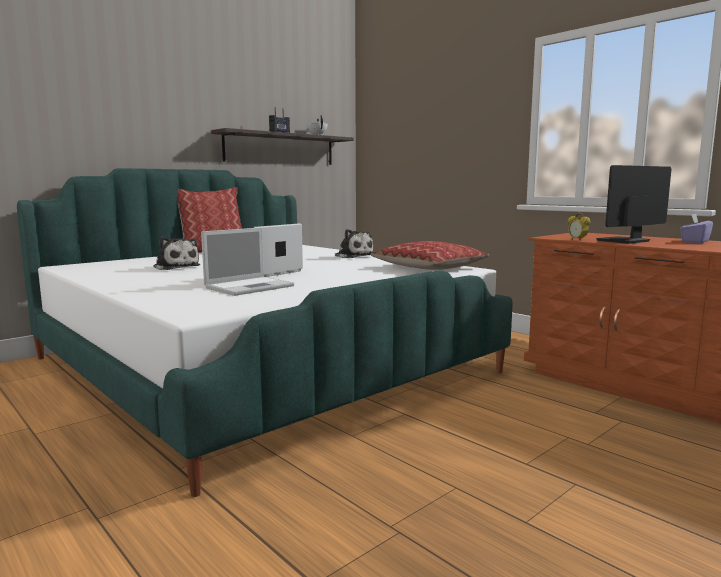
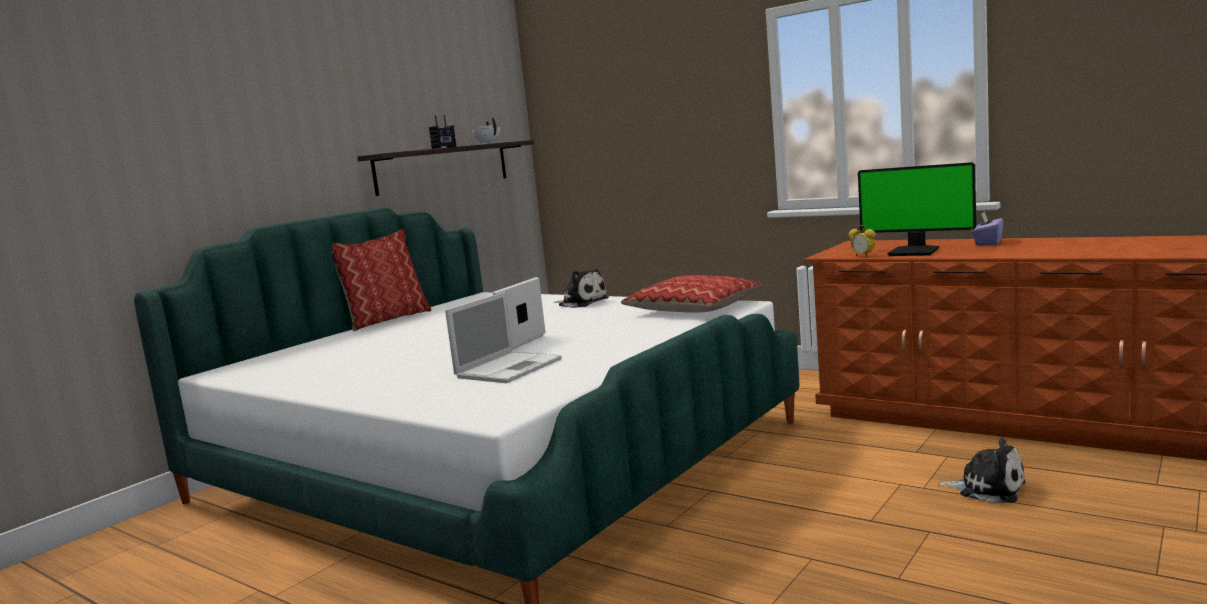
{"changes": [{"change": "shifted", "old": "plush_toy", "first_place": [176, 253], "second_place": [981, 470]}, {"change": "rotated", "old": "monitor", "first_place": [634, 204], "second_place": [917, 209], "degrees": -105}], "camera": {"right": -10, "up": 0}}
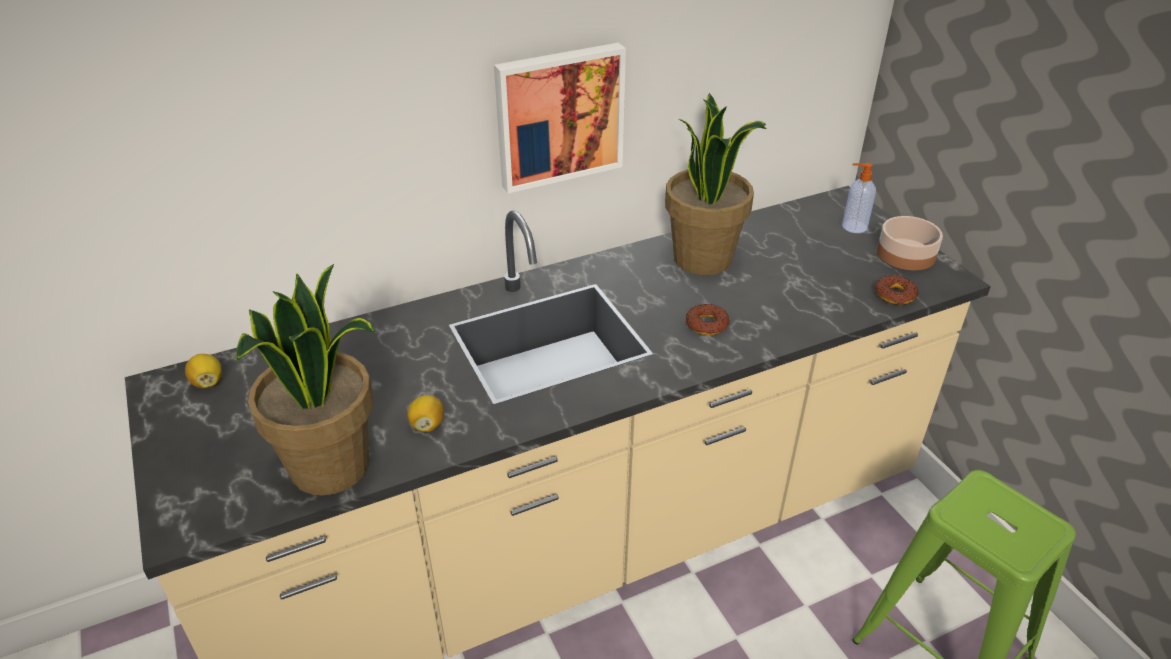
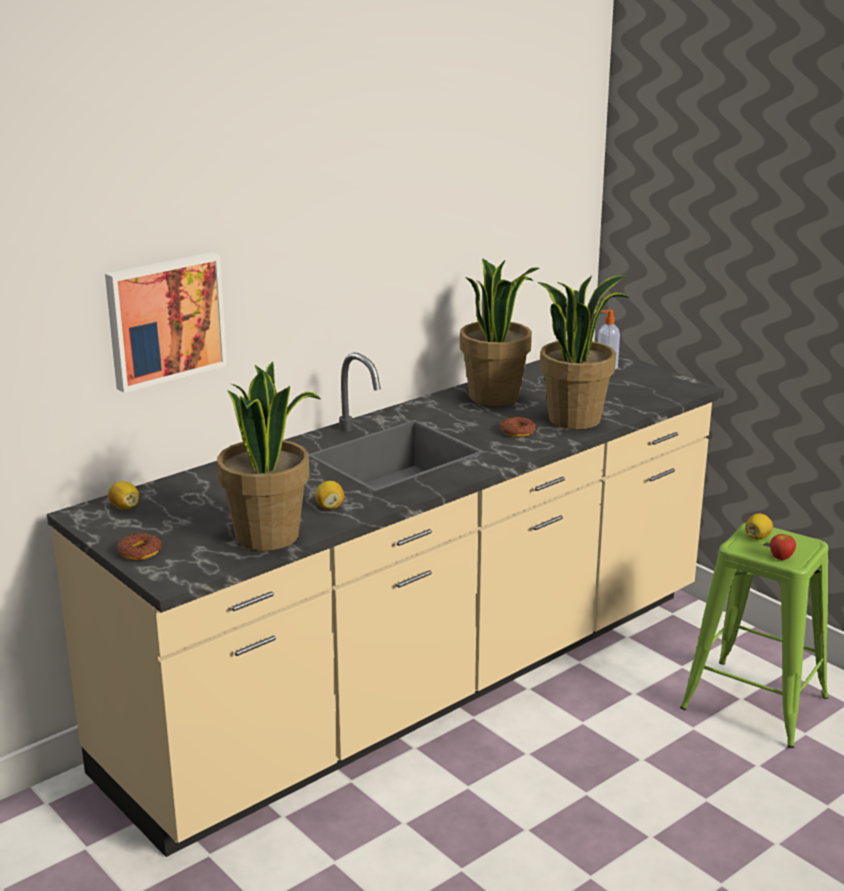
{"changes": [{"change": "gone", "old": "bowl", "first_place": [910, 243]}, {"change": "new", "new": "potted_plant", "second_place": [584, 352]}, {"change": "new", "new": "lemon", "second_place": [759, 526]}, {"change": "new", "new": "apple", "second_place": [783, 547]}, {"change": "shifted", "old": "picture", "first_place": [560, 118], "second_place": [166, 322]}, {"change": "shifted", "old": "donut", "first_place": [897, 290], "second_place": [139, 546]}], "camera": {"right": -15, "up": -15}}
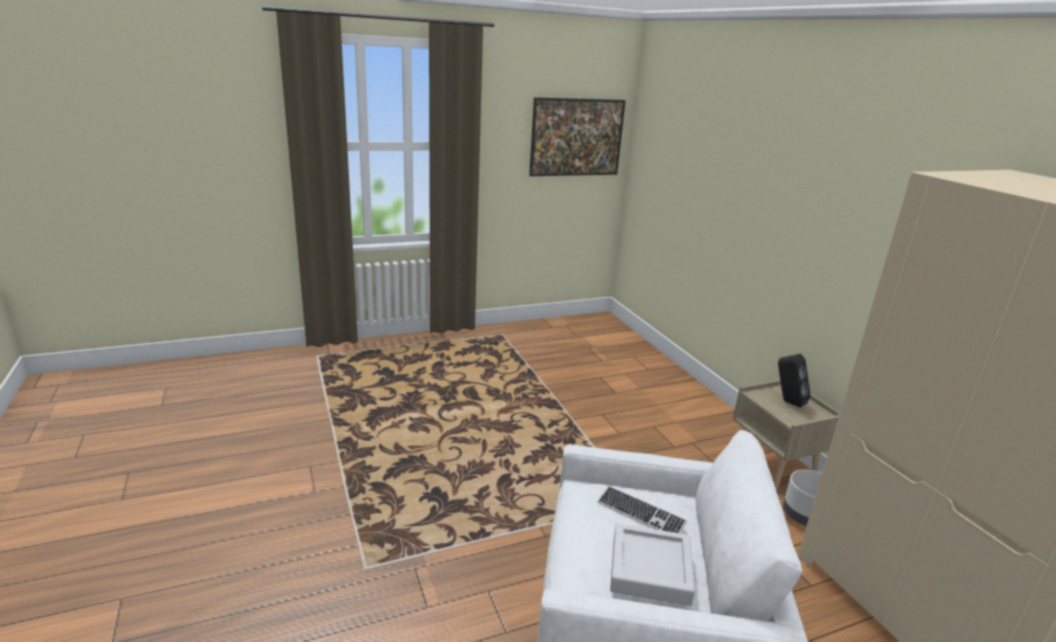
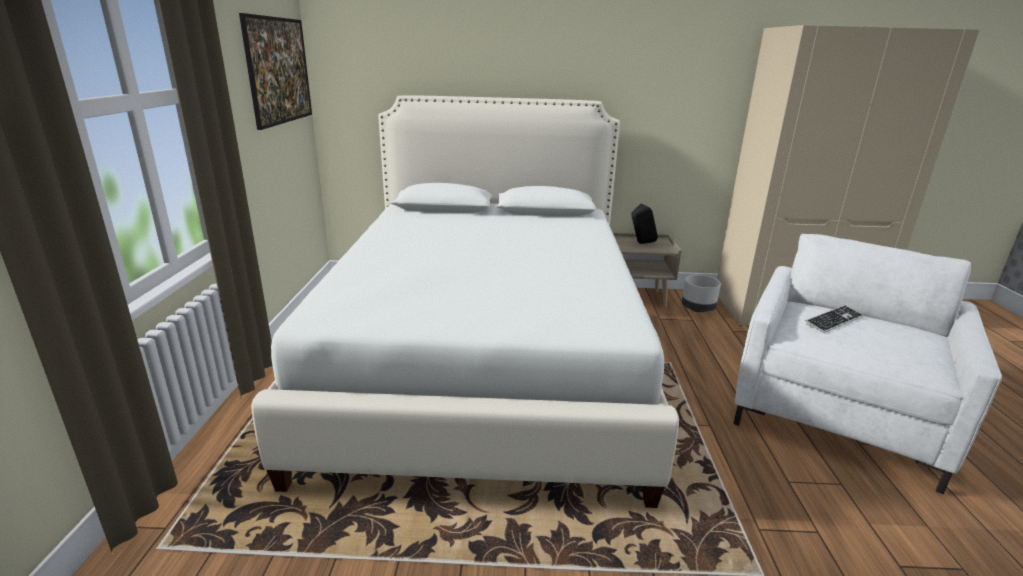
{"changes": [{"change": "gone", "old": "grey_tray", "first_place": [652, 564]}, {"change": "new", "new": "white_bed", "second_place": [465, 301]}], "camera": {"right": -65, "up": 0}}
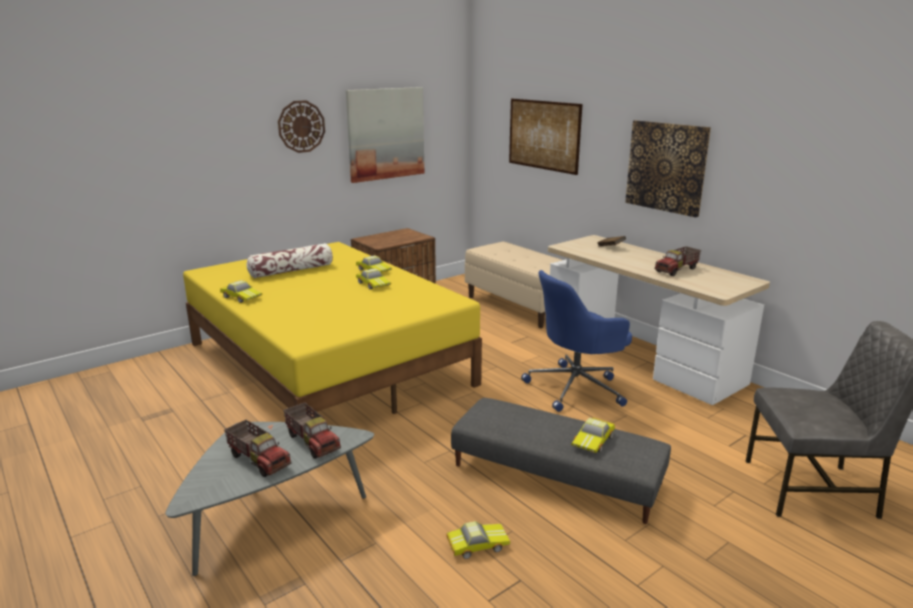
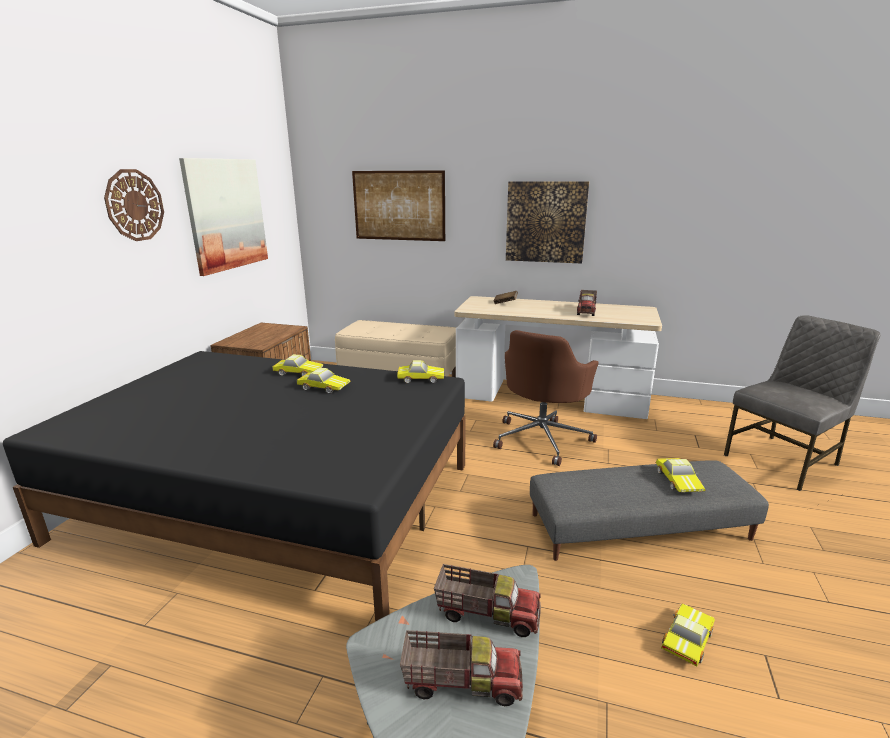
{"changes": [{"change": "gone", "old": "pillow", "first_place": [289, 260]}, {"change": "shifted", "old": "toy_car", "first_place": [241, 291], "second_place": [420, 371]}, {"change": "repainted", "old": "yellow_bed", "new": "black_bed", "first_place": [332, 328], "second_place": [234, 486]}, {"change": "repainted", "old": "blue_office_chair", "new": "brown_office_chair", "first_place": [576, 341], "second_place": [546, 398]}], "camera": {"right": -35, "up": 0}}
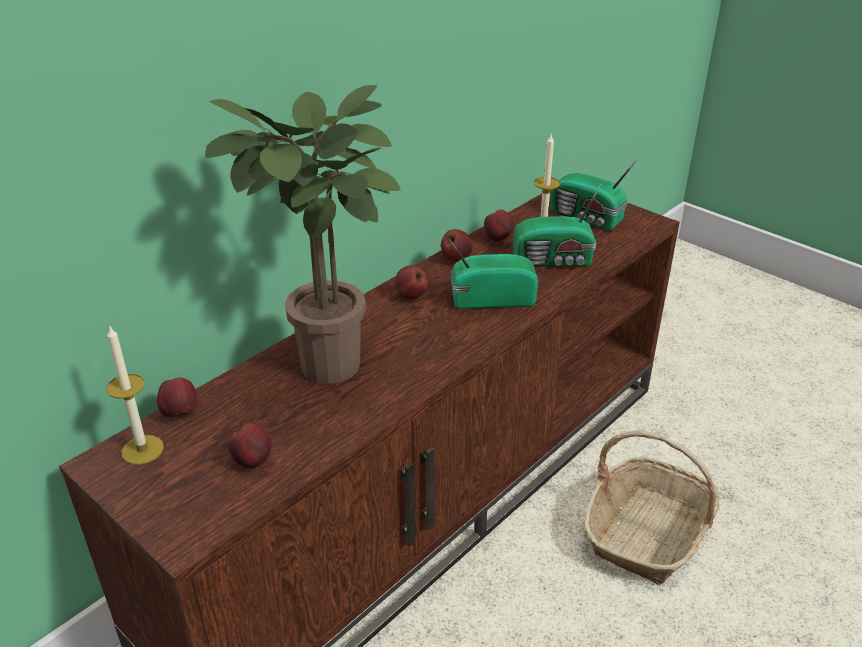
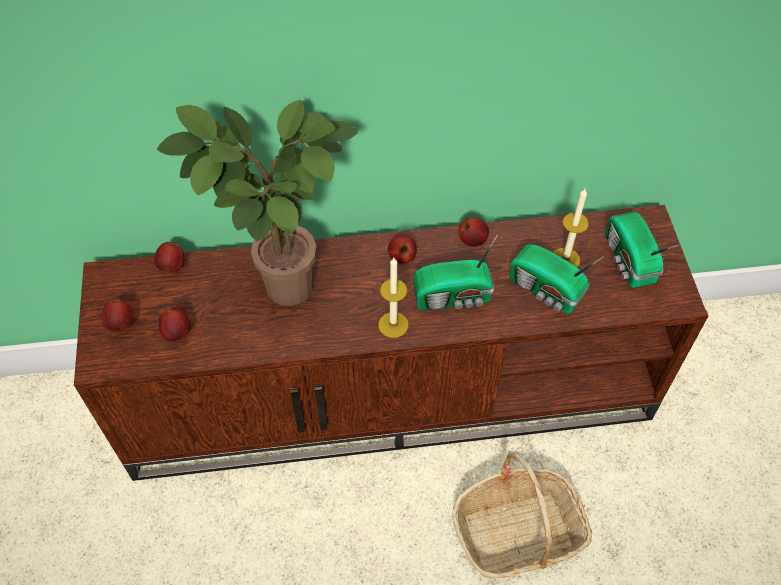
{"changes": [{"change": "shifted", "old": "candle", "first_place": [135, 395], "second_place": [393, 298]}, {"change": "shifted", "old": "apple", "first_place": [499, 225], "second_place": [118, 315]}, {"change": "rotated", "old": "radio", "first_place": [493, 274], "second_place": [456, 272], "degrees": 135}], "camera": {"right": 40, "up": 20}}
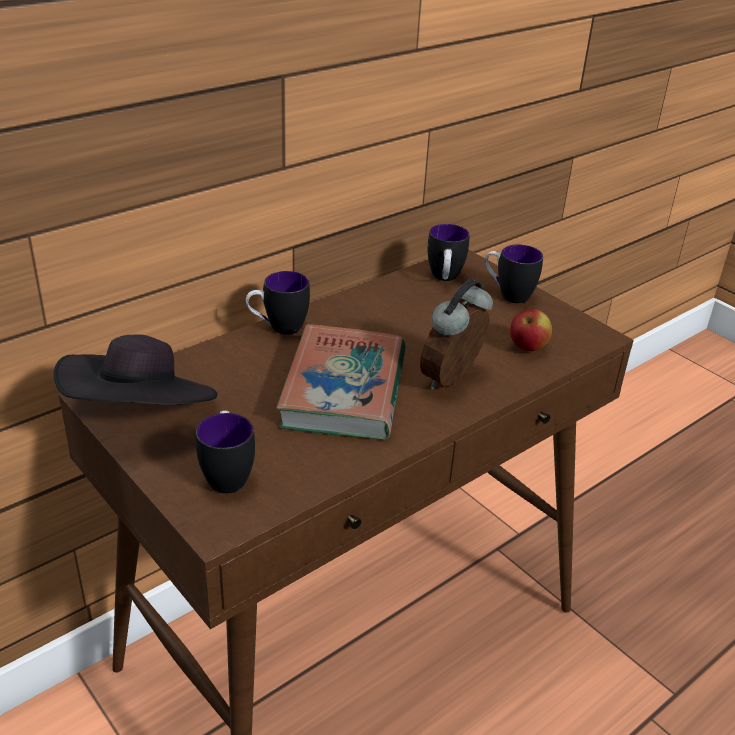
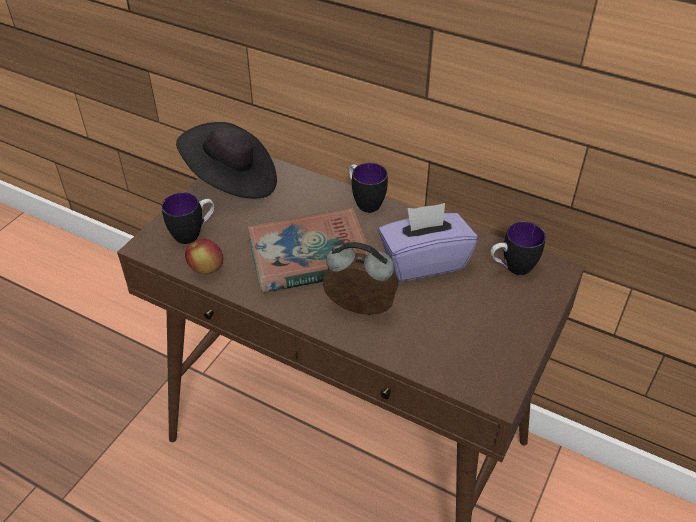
{"changes": [{"change": "gone", "old": "mug", "first_place": [514, 274]}, {"change": "new", "new": "purple_tissue_box", "second_place": [428, 242]}, {"change": "shifted", "old": "apple", "first_place": [531, 330], "second_place": [204, 256]}], "camera": {"right": 70, "up": 10}}
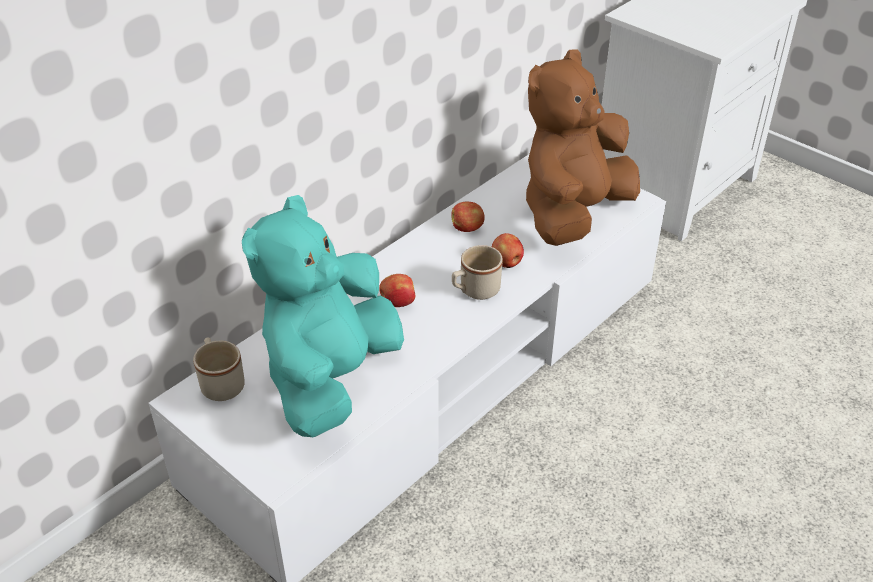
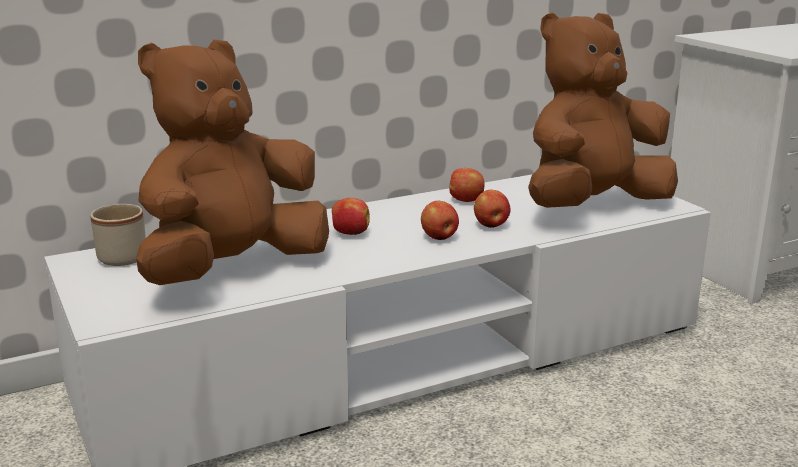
{"changes": [{"change": "swapped", "old": "beige_mug", "new": "apple", "first_place": [477, 272], "second_place": [440, 220]}, {"change": "repainted", "old": "turquoise_plush_toy", "new": "brown_plush_toy", "first_place": [323, 316], "second_place": [232, 162]}], "camera": {"right": 20, "up": -20}}
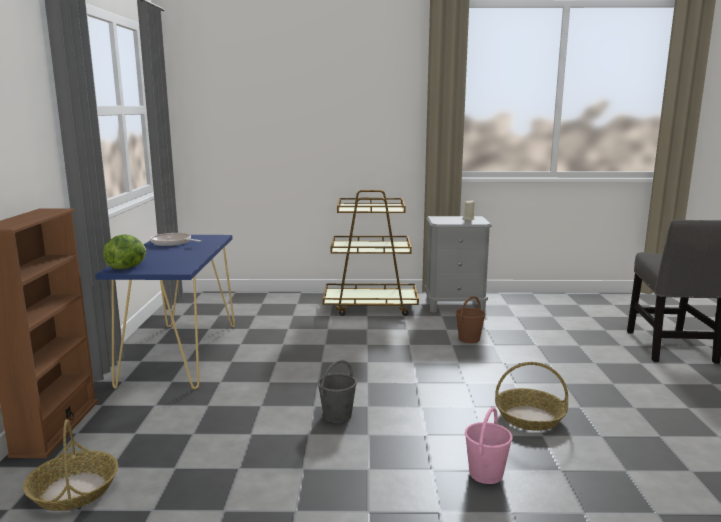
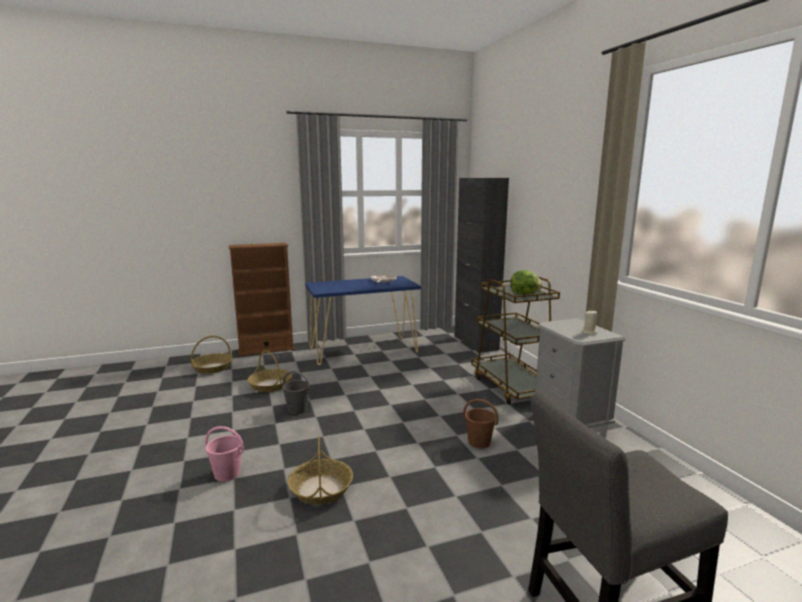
{"changes": [{"change": "new", "new": "basket", "second_place": [270, 371]}, {"change": "new", "new": "black_cabinet", "second_place": [482, 265]}, {"change": "shifted", "old": "lettuce", "first_place": [124, 252], "second_place": [526, 282]}], "camera": {"right": 70, "up": 0}}
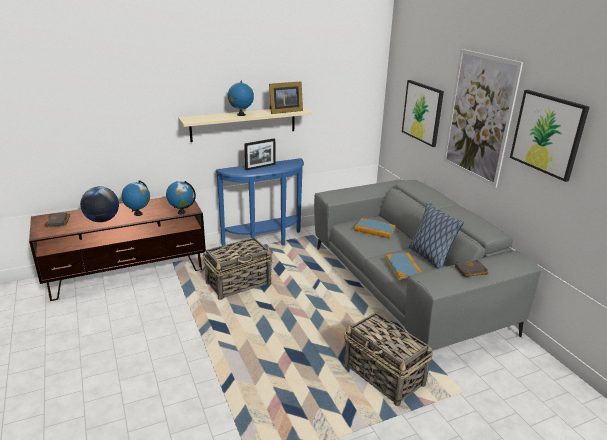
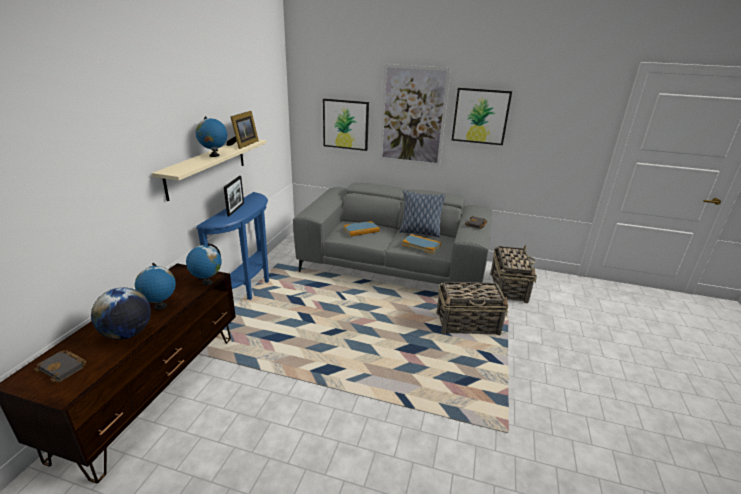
{"changes": [{"change": "shifted", "old": "basket", "first_place": [237, 268], "second_place": [513, 274]}], "camera": {"right": -50, "up": 0}}
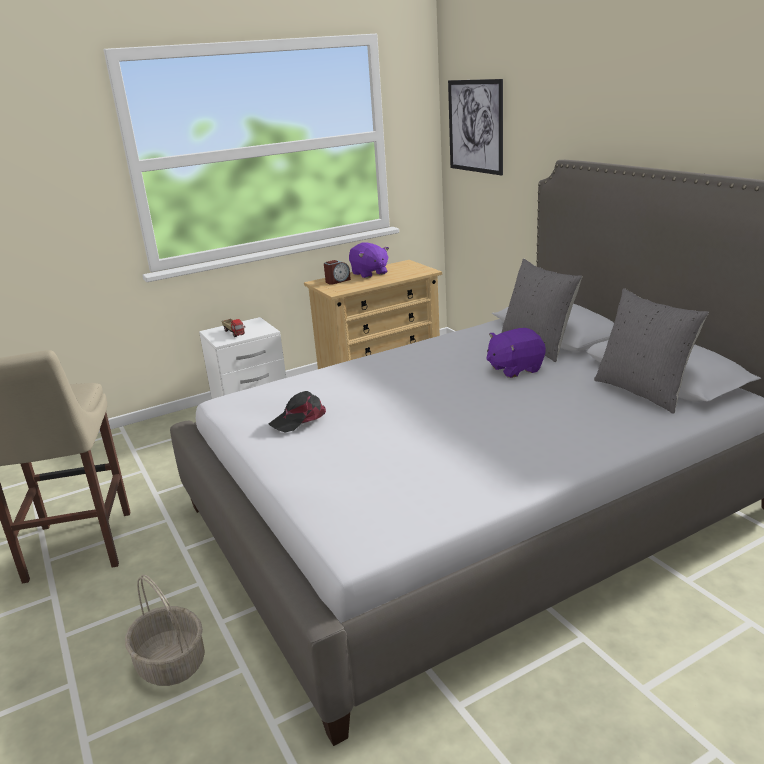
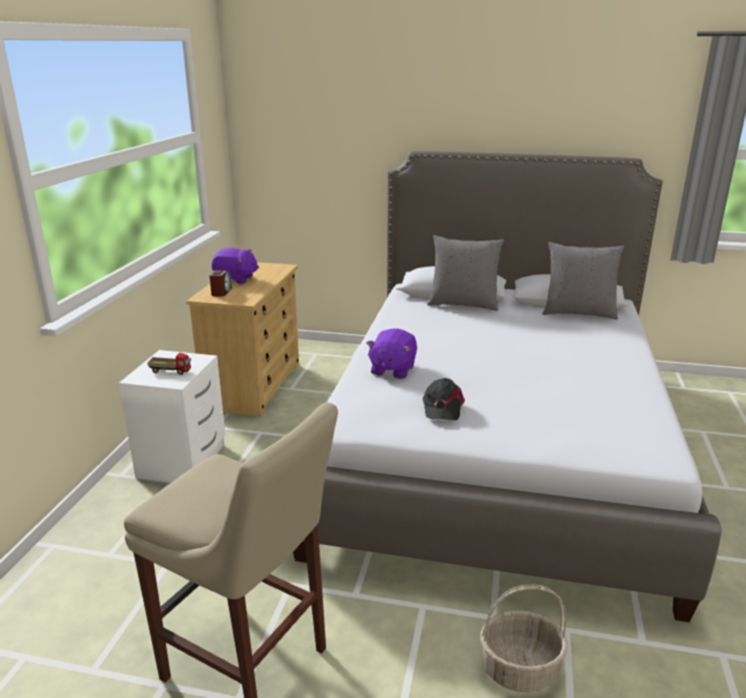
{"changes": [{"change": "gone", "old": "picture", "first_place": [475, 127]}, {"change": "shifted", "old": "purple_plush_toy", "first_place": [516, 353], "second_place": [391, 353]}], "camera": {"right": -50, "up": 0}}
